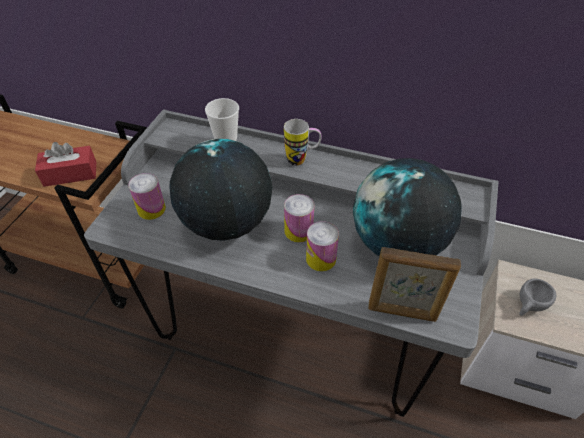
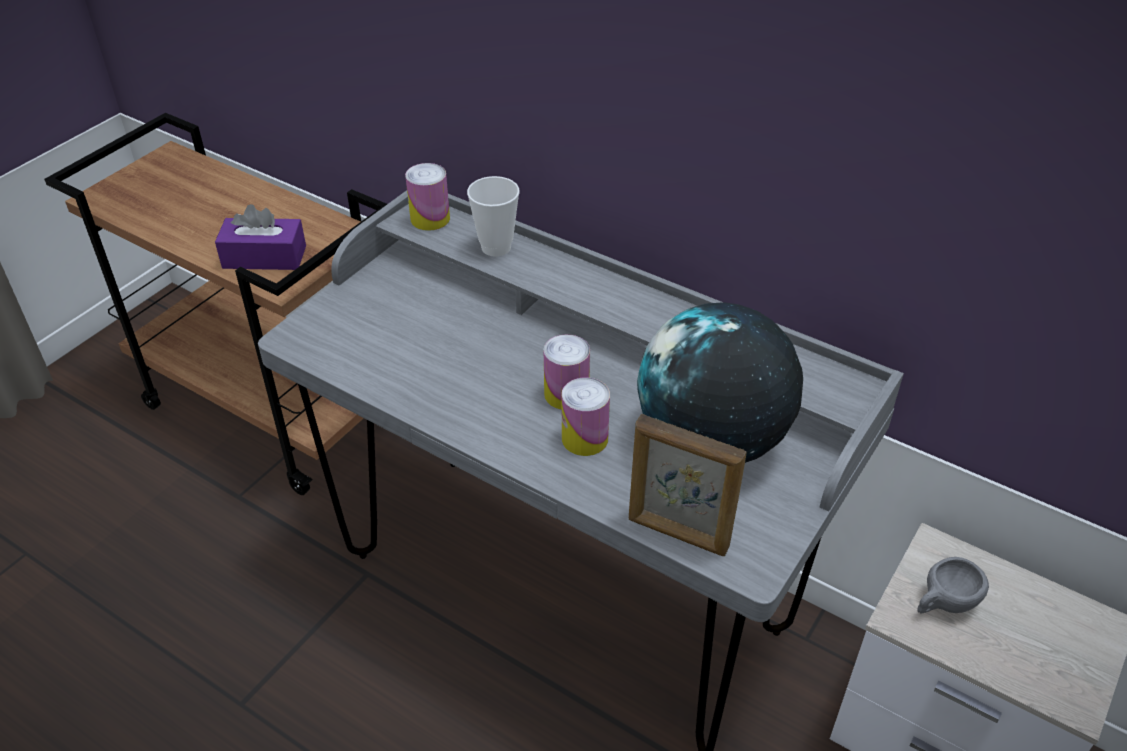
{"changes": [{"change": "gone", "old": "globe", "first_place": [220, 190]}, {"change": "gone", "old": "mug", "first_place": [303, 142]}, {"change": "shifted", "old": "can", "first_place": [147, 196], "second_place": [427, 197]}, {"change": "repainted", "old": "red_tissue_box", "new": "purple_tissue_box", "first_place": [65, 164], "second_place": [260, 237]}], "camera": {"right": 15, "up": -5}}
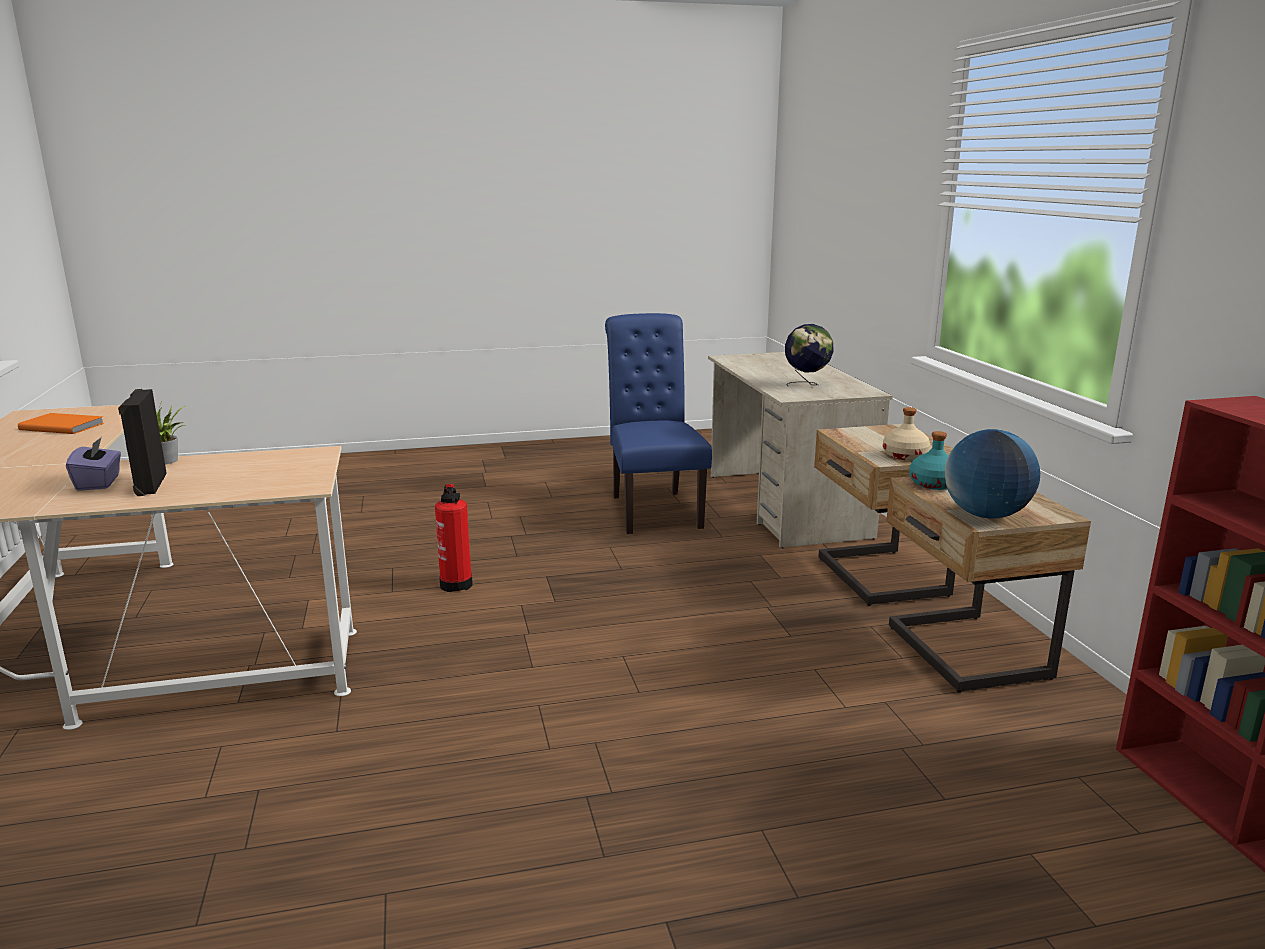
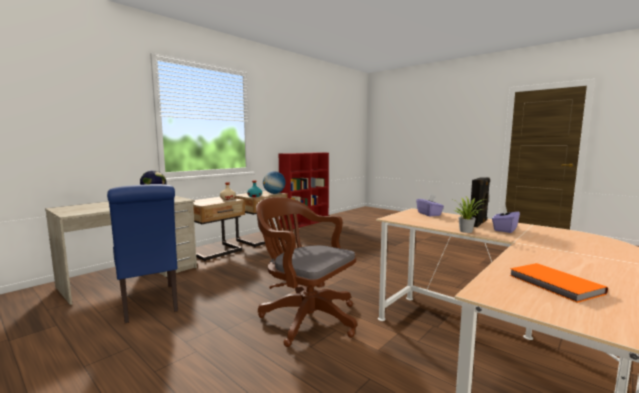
{"changes": [{"change": "new", "new": "purple_tissue_box", "second_place": [430, 205]}, {"change": "swapped", "old": "fire_extinguisher", "new": "brown_office_chair", "first_place": [453, 538], "second_place": [306, 272]}, {"change": "rotated", "old": "blue_chair", "first_place": [658, 423], "second_place": [142, 253], "degrees": -75}], "camera": {"right": -125, "up": -10}}
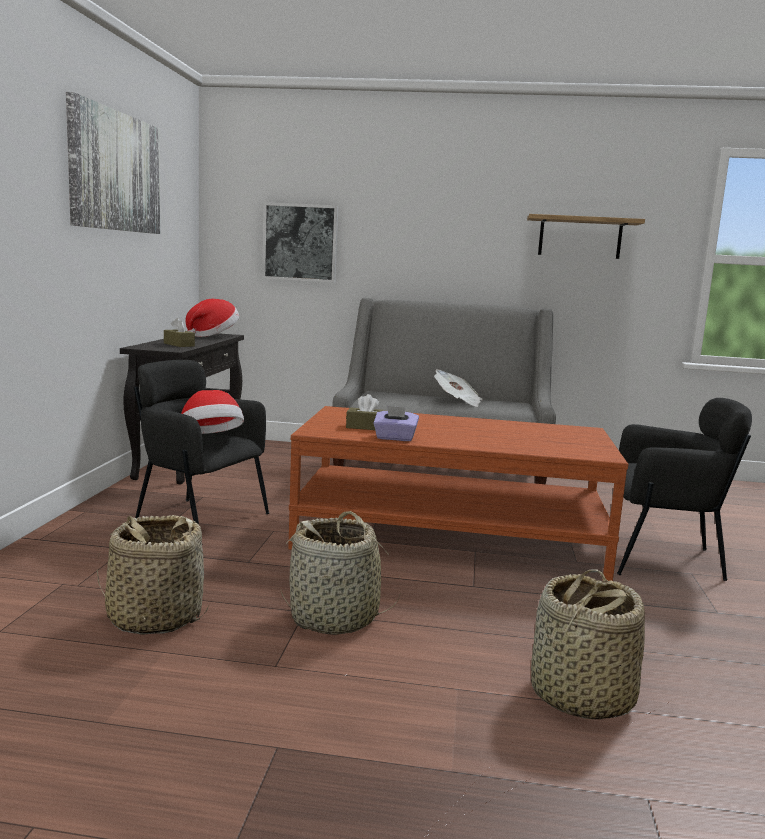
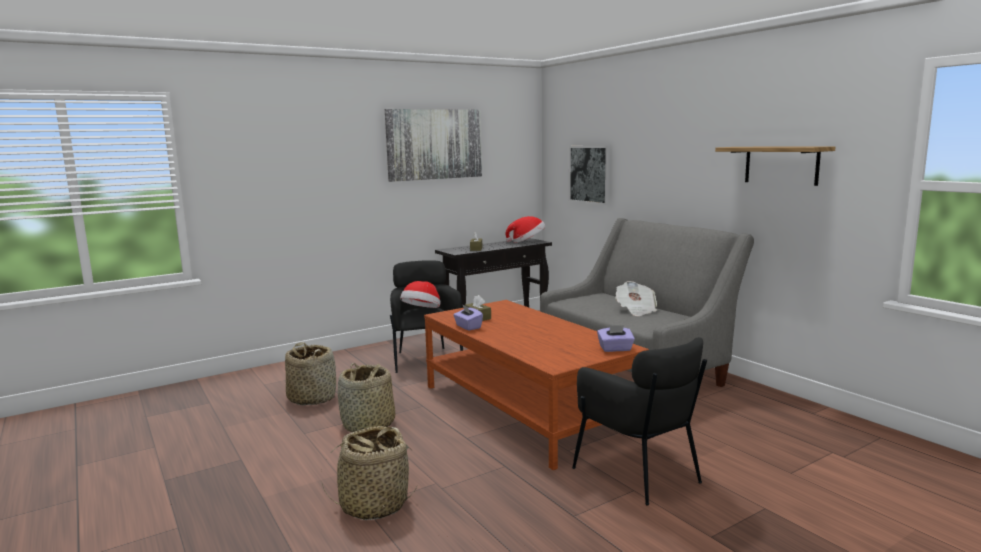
{"changes": [{"change": "new", "new": "purple_tissue_box", "second_place": [616, 338]}], "camera": {"right": 50, "up": 0}}
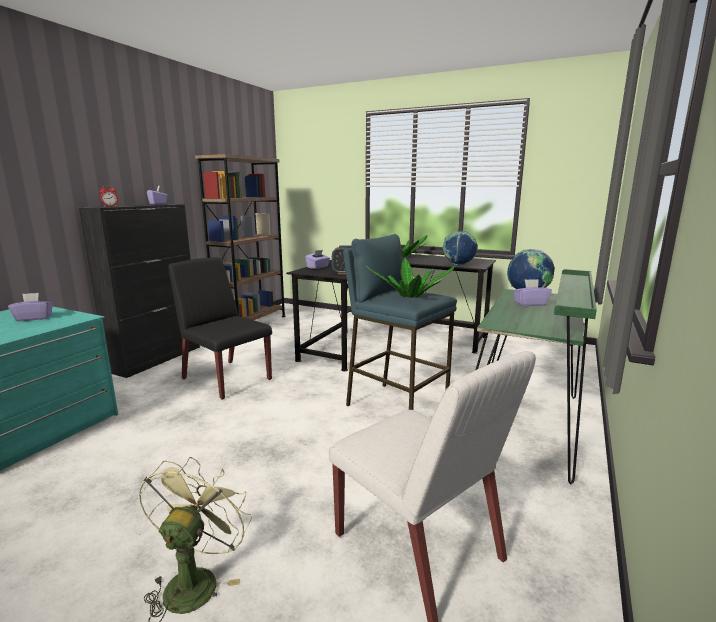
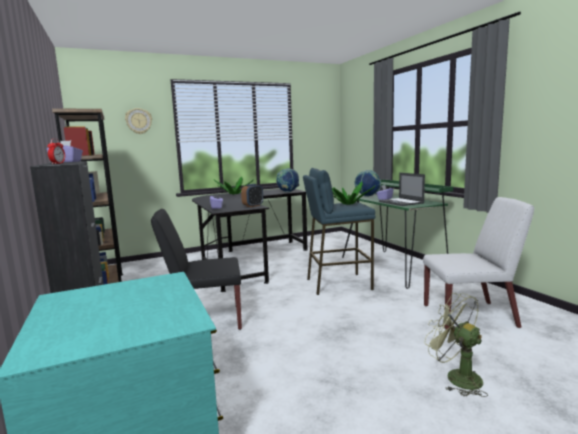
{"changes": [{"change": "gone", "old": "purple_tissue_box", "first_place": [30, 307]}, {"change": "new", "new": "wall_clock", "second_place": [138, 121]}, {"change": "new", "new": "laptop", "second_place": [402, 189]}], "camera": {"right": -50, "up": -5}}
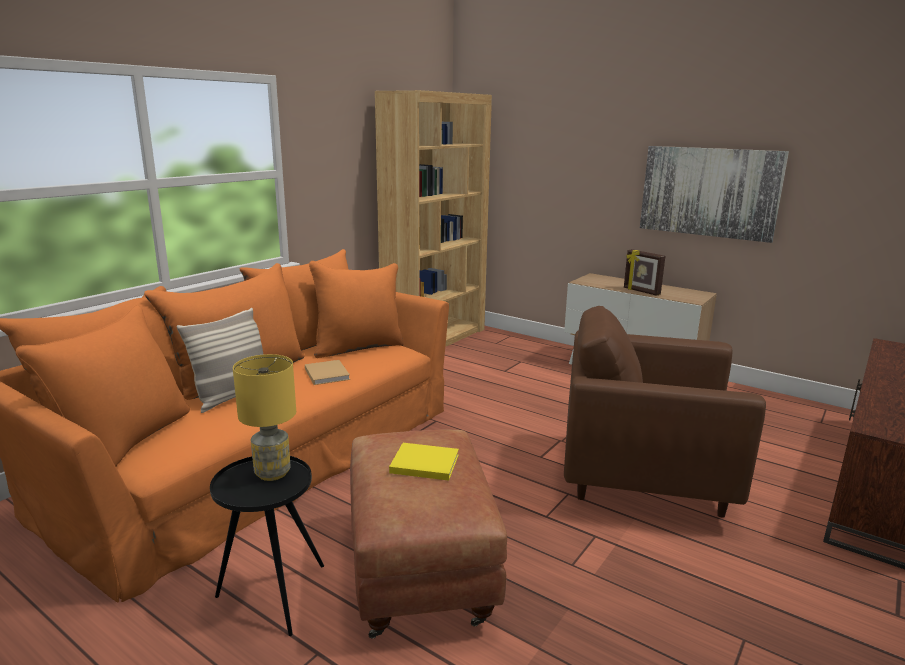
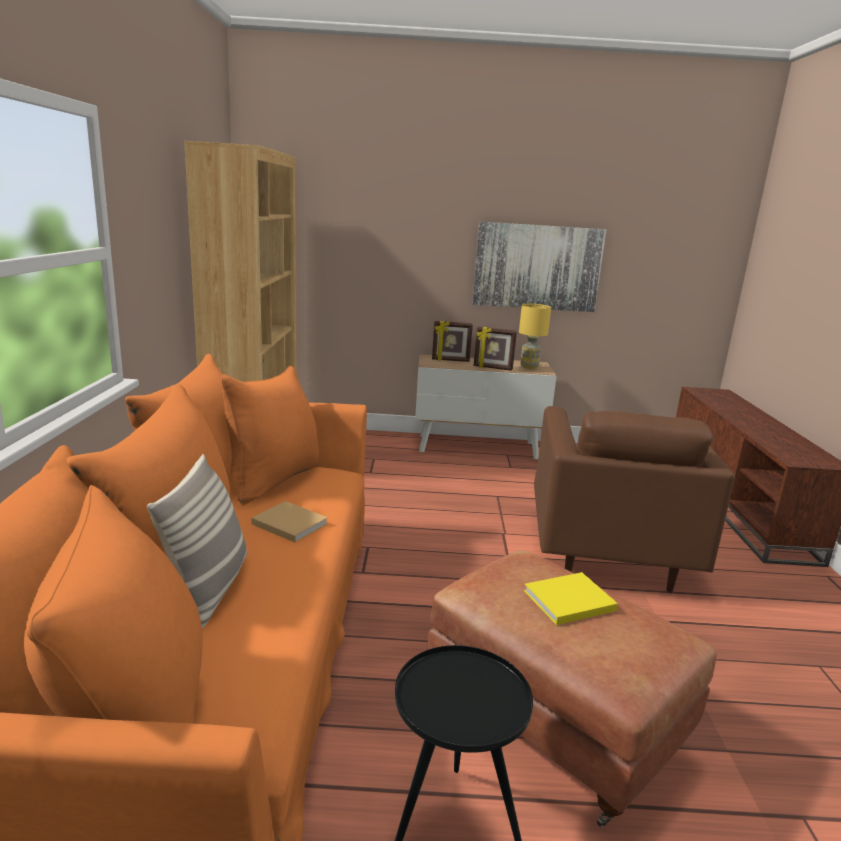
{"changes": [{"change": "new", "new": "picture_frame", "second_place": [452, 341]}, {"change": "shifted", "old": "yellow_table_lamp", "first_place": [264, 417], "second_place": [535, 336]}, {"change": "rotated", "old": "brown_armchair", "first_place": [665, 412], "second_place": [634, 499], "degrees": -60}], "camera": {"right": -35, "up": 0}}
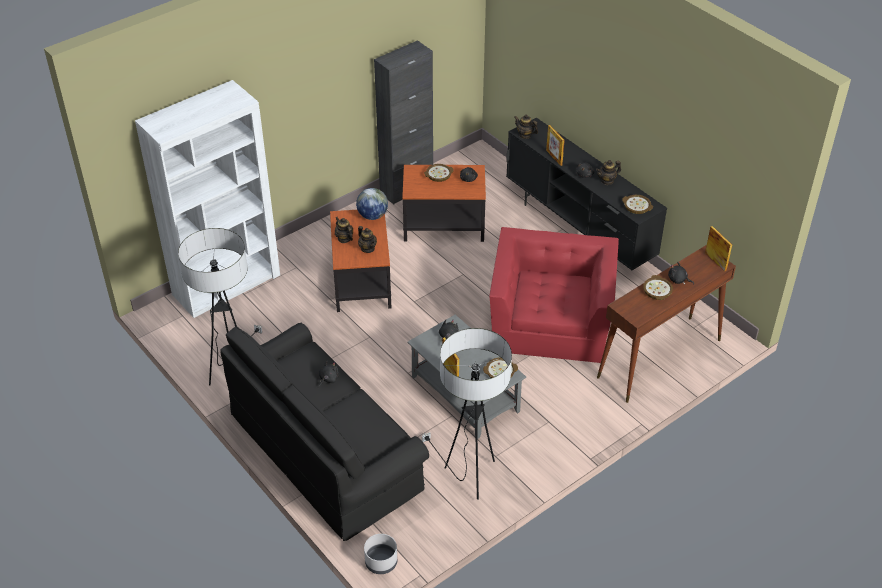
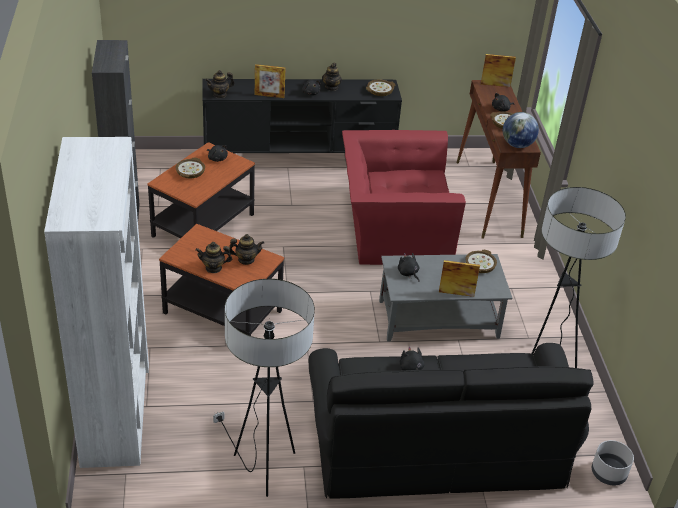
{"changes": [{"change": "shifted", "old": "globe", "first_place": [372, 204], "second_place": [521, 130]}, {"change": "rotated", "old": "red_armchair", "first_place": [554, 295], "second_place": [404, 197], "degrees": -45}], "camera": {"right": -60, "up": -5}}
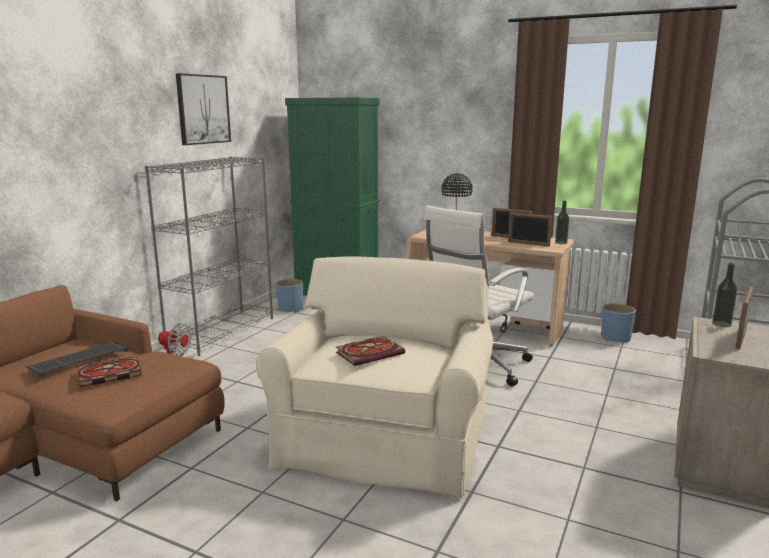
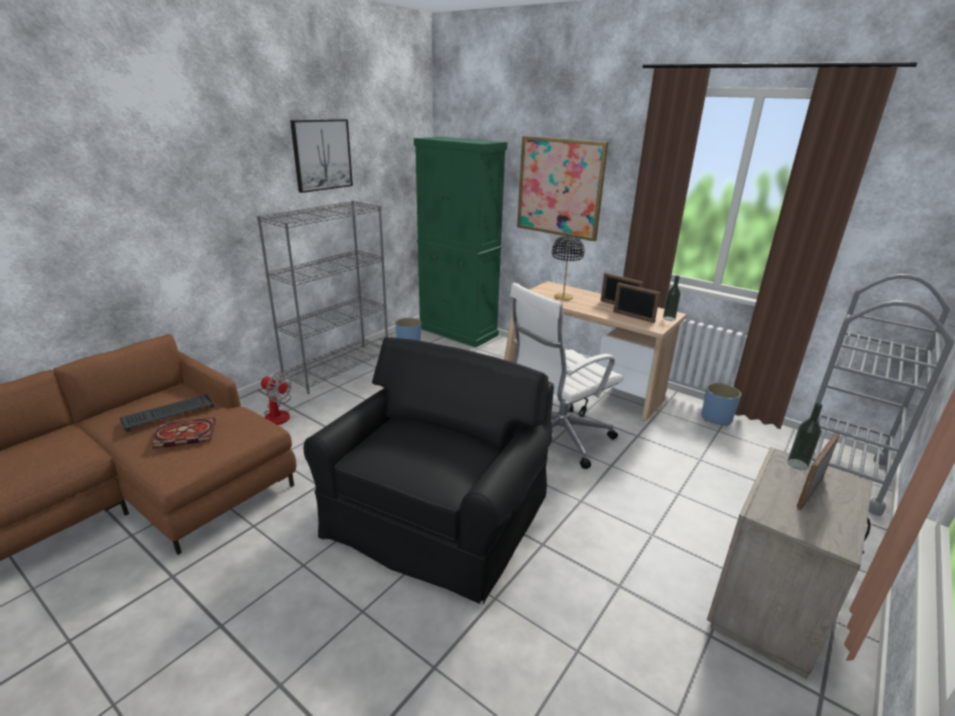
{"changes": [{"change": "gone", "old": "book", "first_place": [370, 351]}, {"change": "new", "new": "picture", "second_place": [562, 188]}, {"change": "repainted", "old": "beige_armchair", "new": "black_armchair", "first_place": [374, 377], "second_place": [428, 470]}], "camera": {"right": 10, "up": 10}}
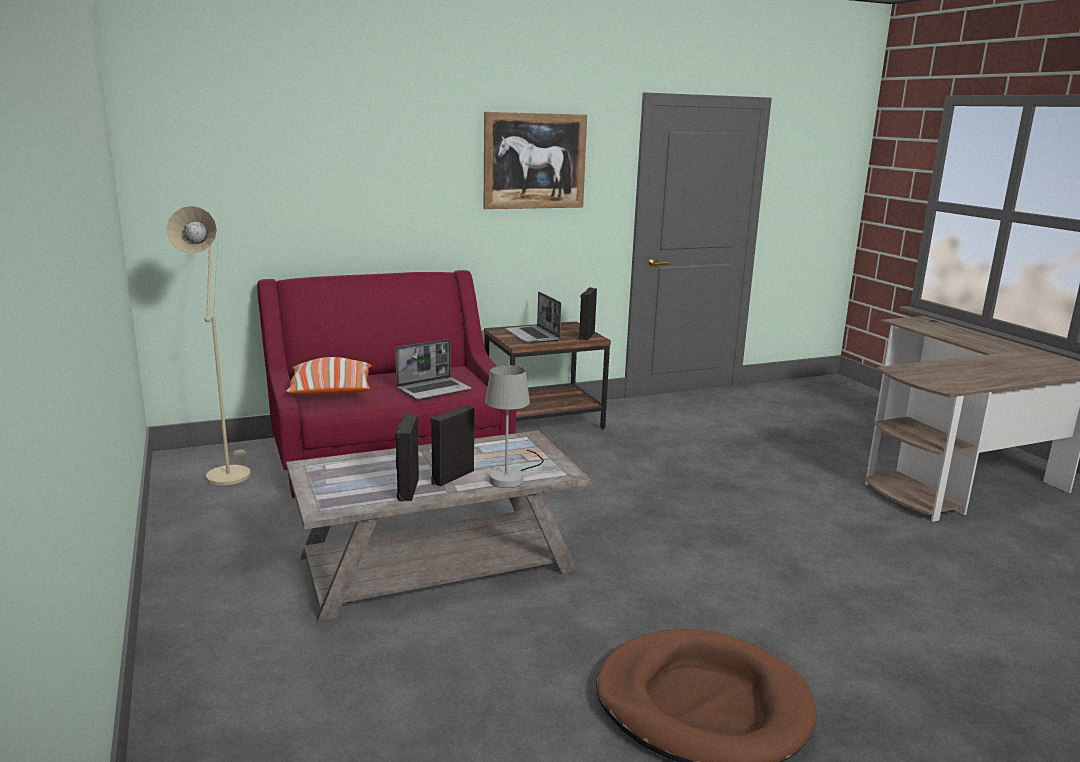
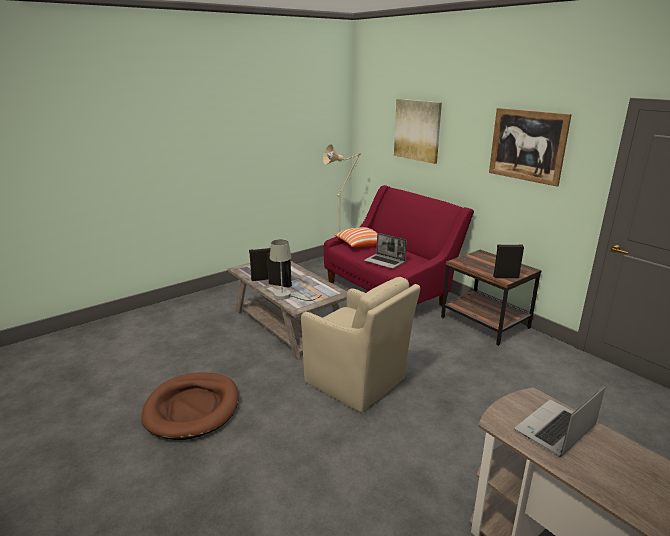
{"changes": [{"change": "new", "new": "beige_armchair", "second_place": [360, 344]}, {"change": "new", "new": "picture", "second_place": [418, 131]}, {"change": "shifted", "old": "laptop", "first_place": [533, 317], "second_place": [560, 421]}], "camera": {"right": 75, "up": 5}}
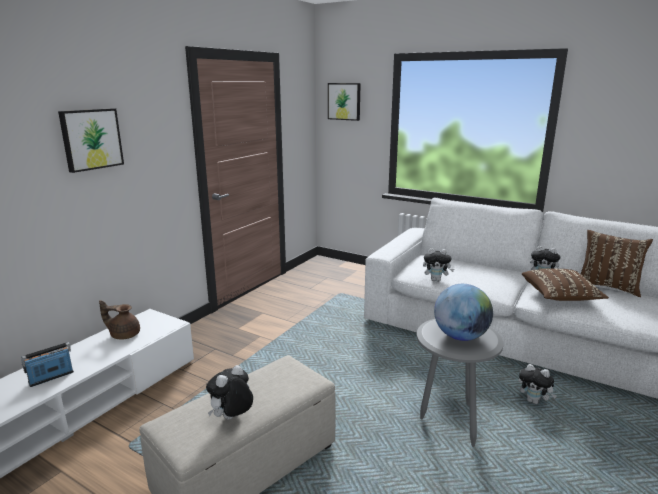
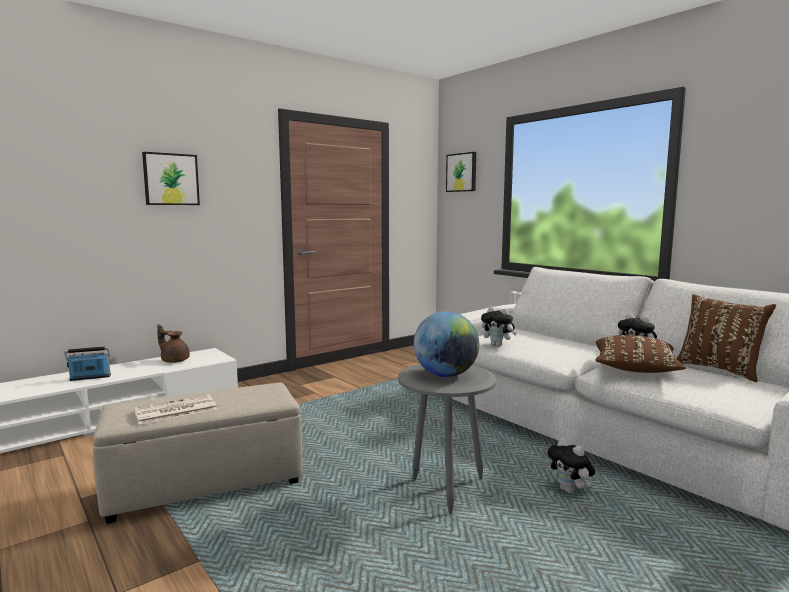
{"changes": [{"change": "swapped", "old": "plush_toy", "new": "newspaper", "first_place": [229, 392], "second_place": [175, 409]}], "camera": {"right": 20, "up": -10}}
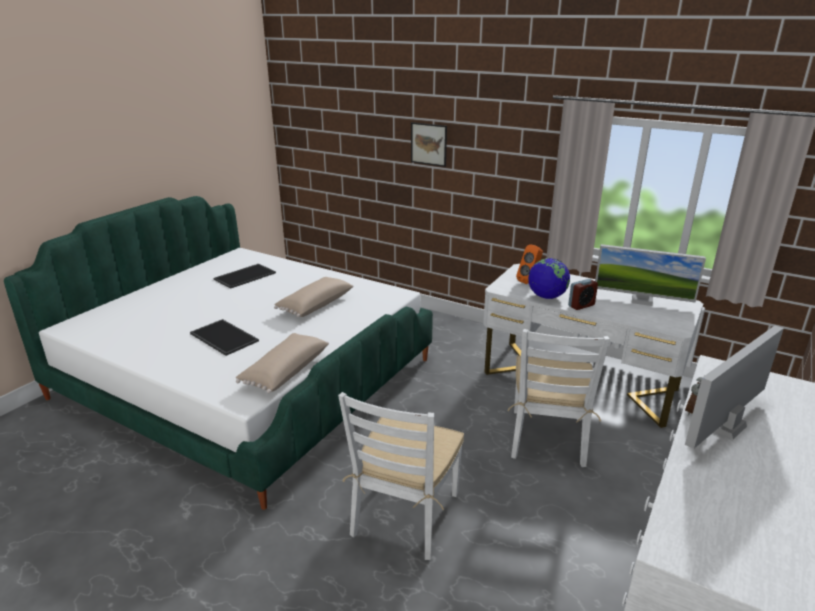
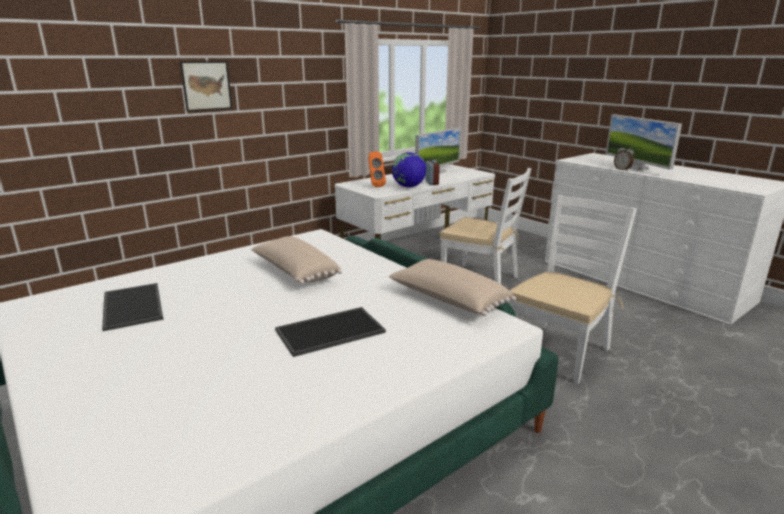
{"changes": [{"change": "rotated", "old": "white_chair", "first_place": [401, 476], "second_place": [573, 289], "degrees": -90}], "camera": {"right": -70, "up": -5}}
